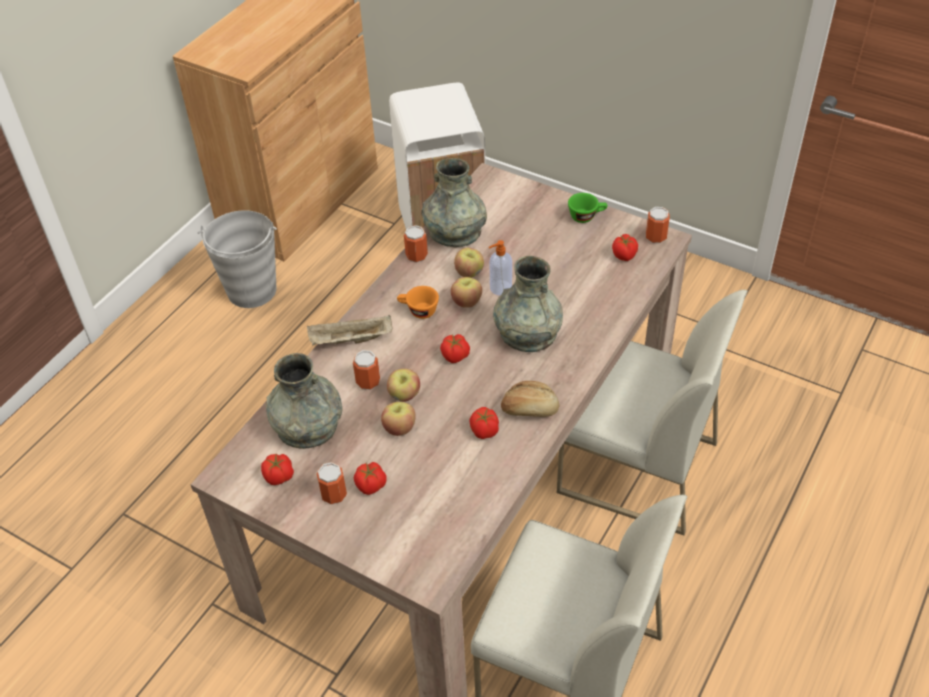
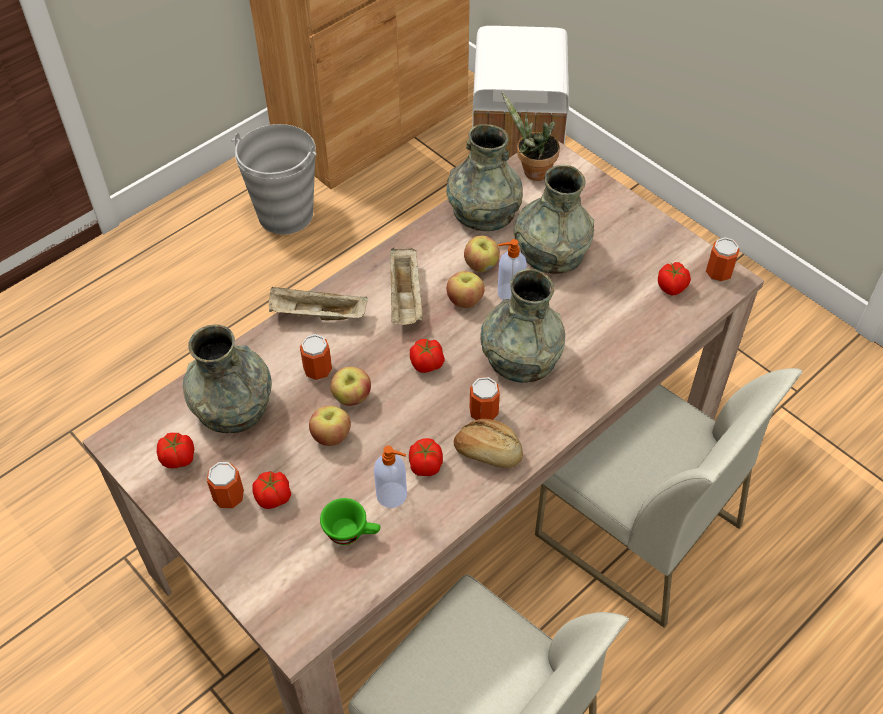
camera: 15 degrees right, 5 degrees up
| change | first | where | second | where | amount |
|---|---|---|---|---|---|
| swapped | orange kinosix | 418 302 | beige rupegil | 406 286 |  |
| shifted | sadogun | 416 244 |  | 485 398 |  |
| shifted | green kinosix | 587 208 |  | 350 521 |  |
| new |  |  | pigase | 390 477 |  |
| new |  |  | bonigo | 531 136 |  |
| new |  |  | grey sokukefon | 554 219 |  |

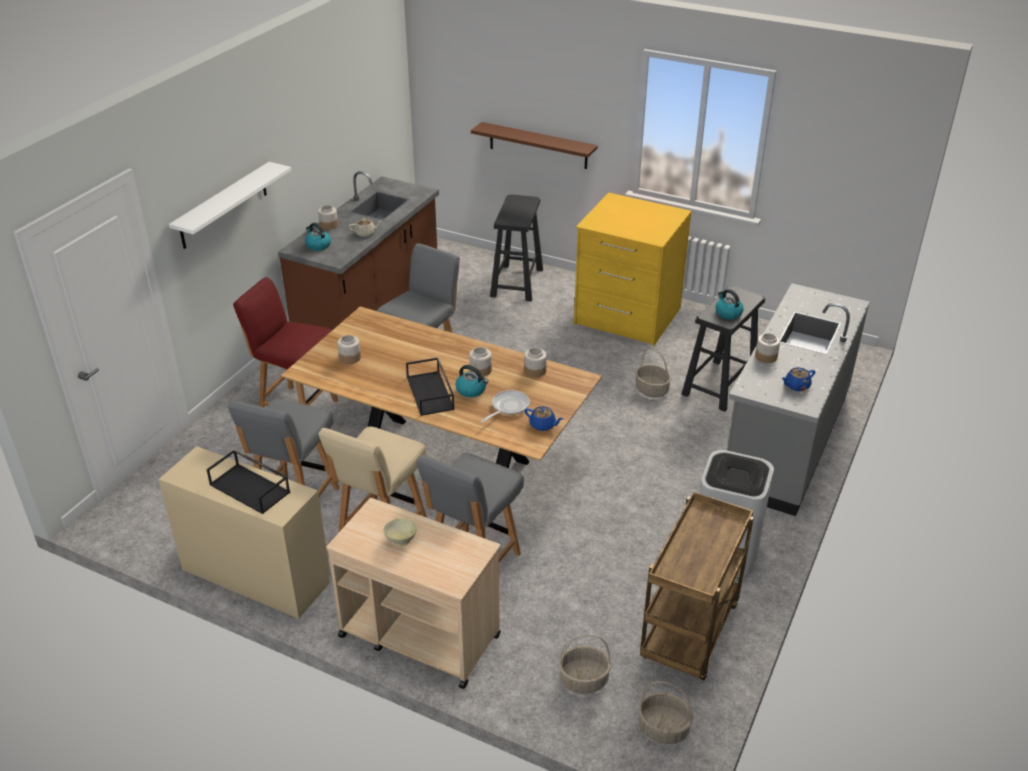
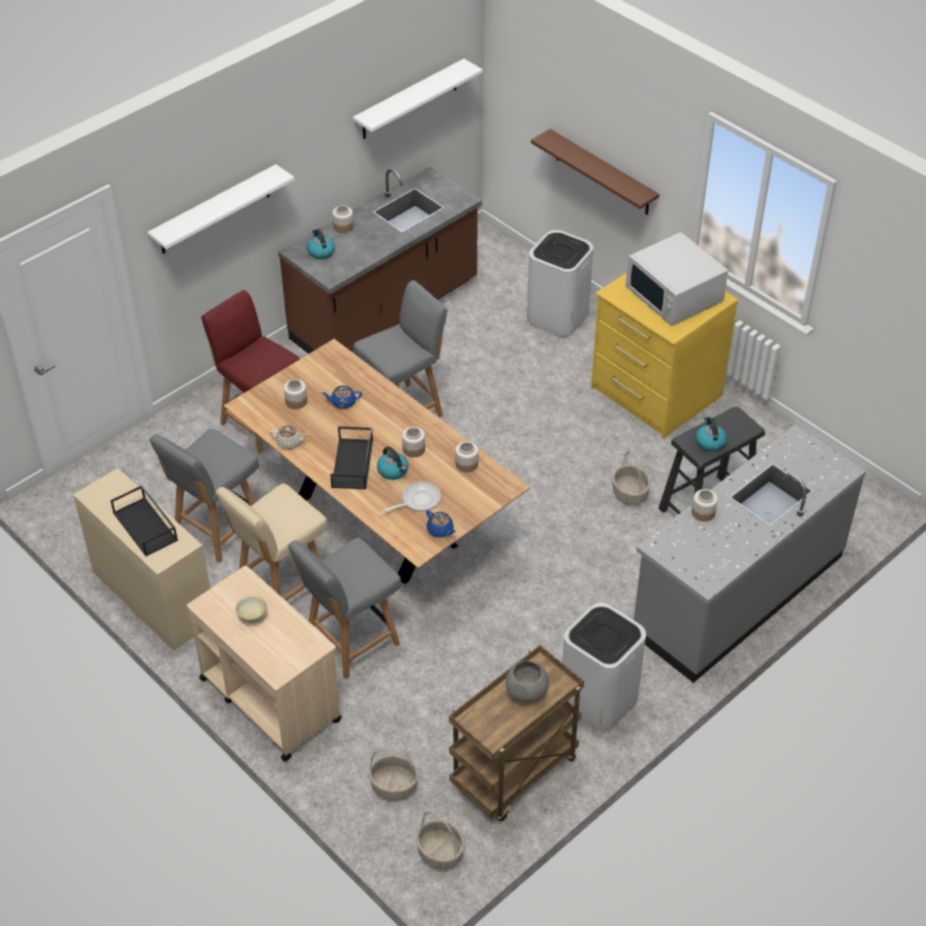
camera: 20 degrees right, 10 degrees up
| change | first | where | second | where | amount |
|---|---|---|---|---|---|
| shifted | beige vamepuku | 365 227 |  | 289 437 |  |
| swapped | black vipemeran | 516 247 | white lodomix | 560 283 |  |
| shifted | blue vamepuku | 798 379 |  | 342 397 |  |
| new |  |  | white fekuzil | 418 99 |  |
| new |  |  | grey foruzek | 527 682 |  |
| new |  |  | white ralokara | 677 279 |  |

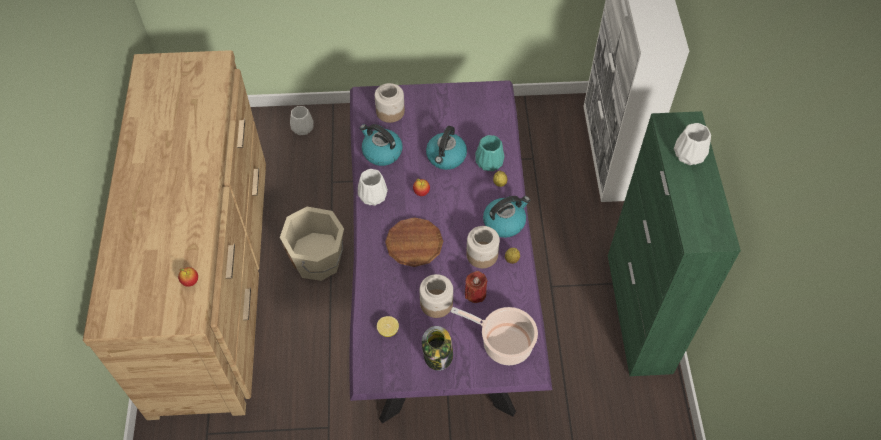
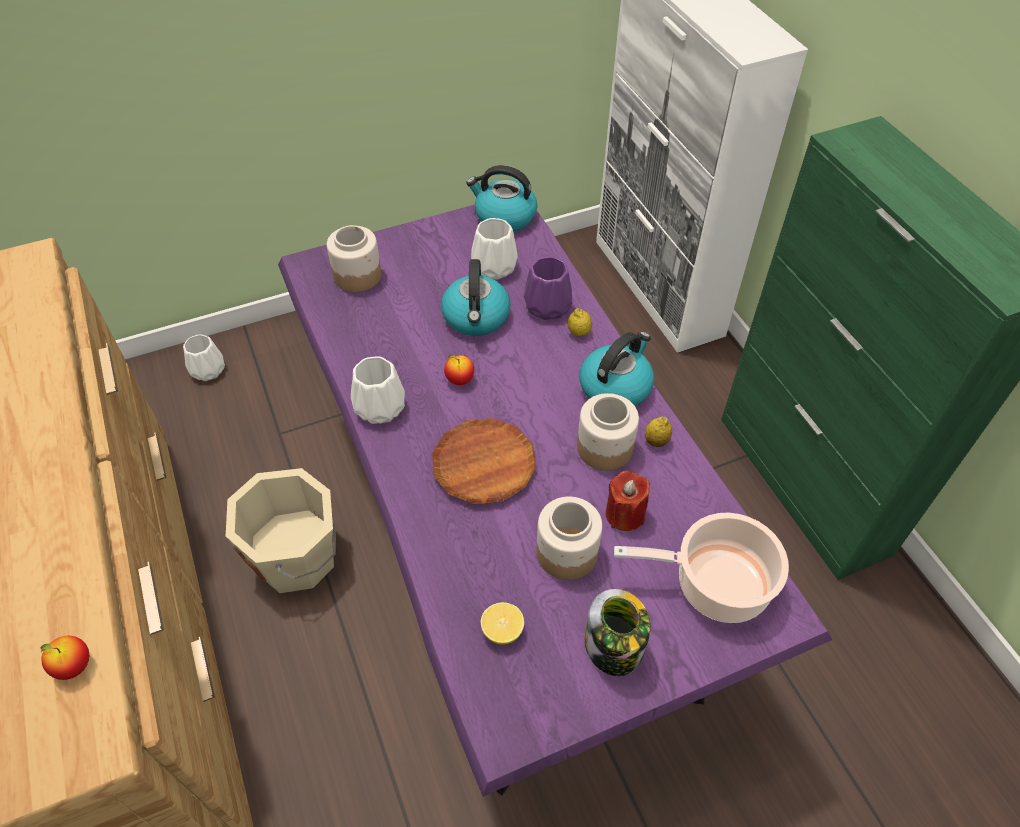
camera: 20 degrees left, 5 degrees down
| change | first | where | second | where | amount |
|---|---|---|---|---|---|
| shifted | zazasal | 381 145 |  | 501 198 |  |
| repainted | turquoise sokukefon | 490 153 | purple sokukefon | 548 288 |  |
| shifted | white sokukefon | 692 144 |  | 494 249 |  |

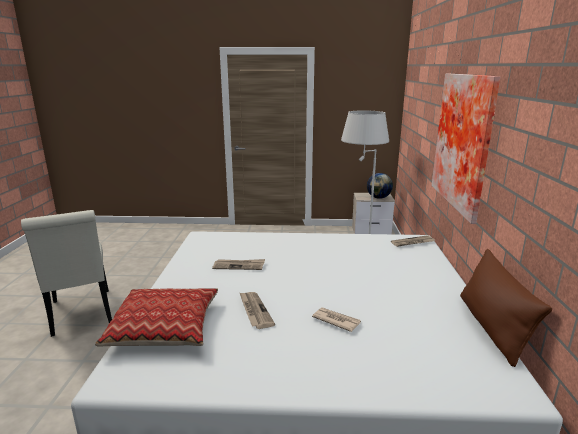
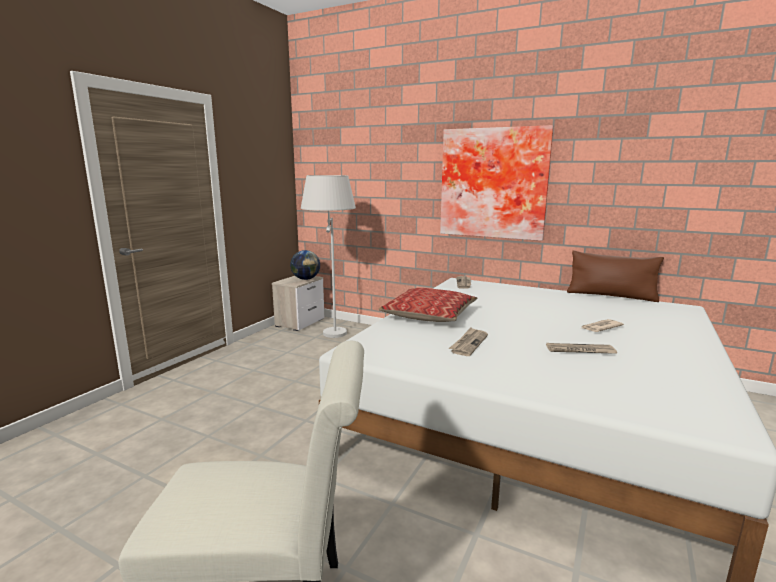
camera: 65 degrees left, 5 degrees down
| change | first | where | second | where | amount |
|---|---|---|---|---|---|
| shifted | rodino | 156 317 |  | 428 305 |  |

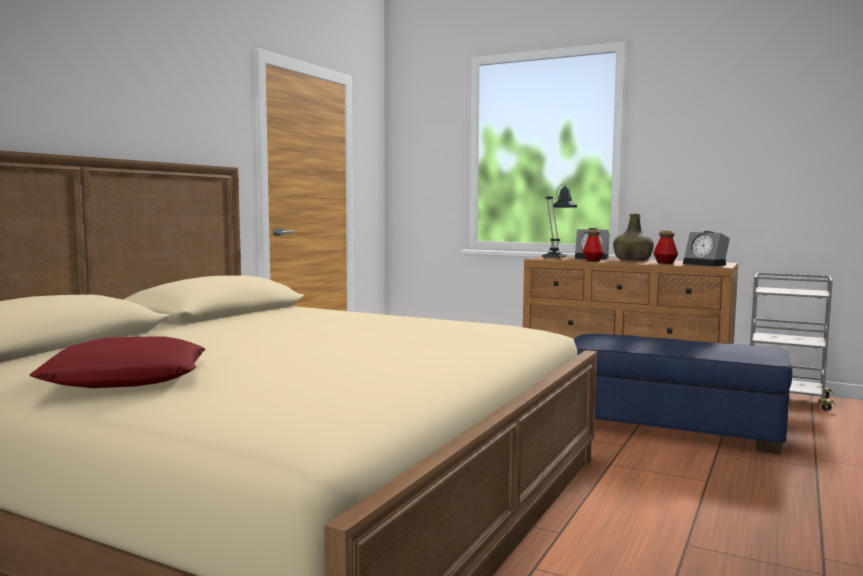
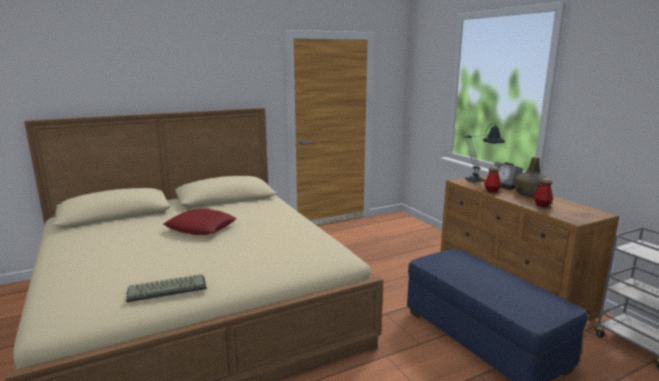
camera: 35 degrees right, 10 degrees up
| change | first | where | second | where | amount |
|---|---|---|---|---|---|
| shifted | red rodino | 117 362 |  | 200 222 |  |
| gone | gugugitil | 706 248 |  |  |  |
| new |  |  | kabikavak | 166 288 |  |

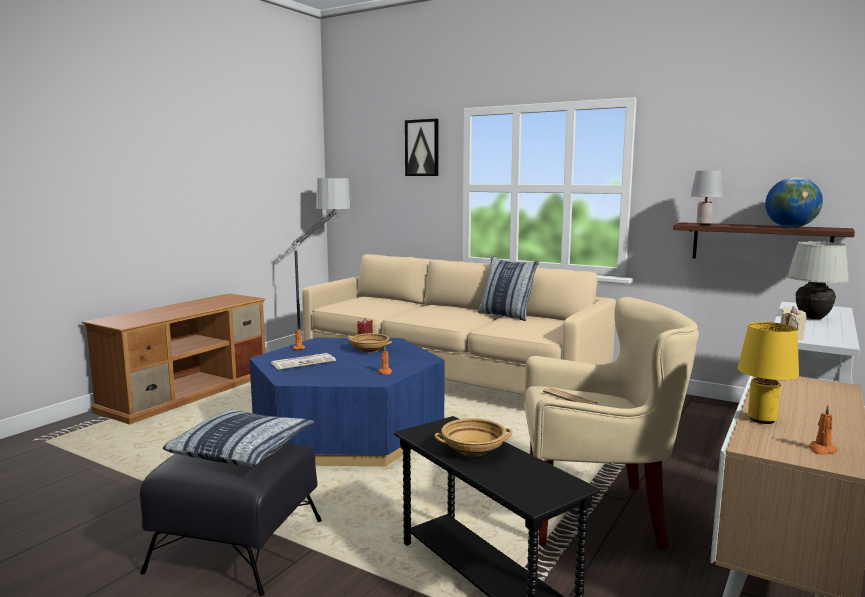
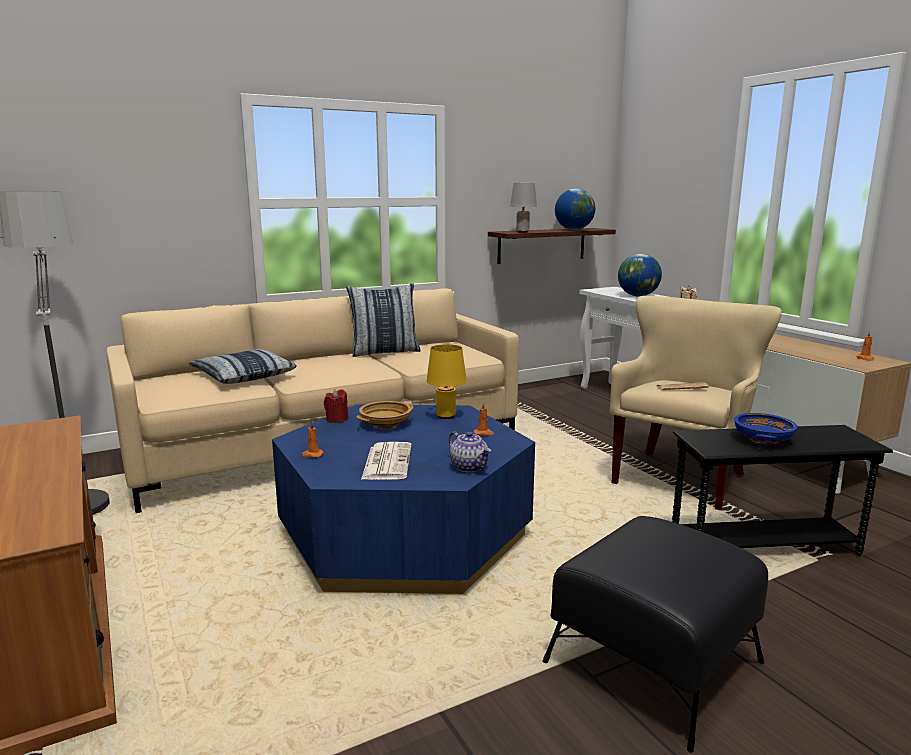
camera: 60 degrees left, 5 degrees up
| change | first | where | second | where | amount |
|---|---|---|---|---|---|
| shifted | rodino | 238 438 |  | 243 366 |  |
| gone | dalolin | 422 147 |  |  |  |
| repainted | beige foruzek | 473 437 | blue foruzek | 766 429 |  |
| shifted | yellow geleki | 768 373 |  | 447 381 |  |
| swapped | white geleki | 818 280 | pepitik | 640 275 |  |
| new |  |  | vamepuku | 470 451 |  |

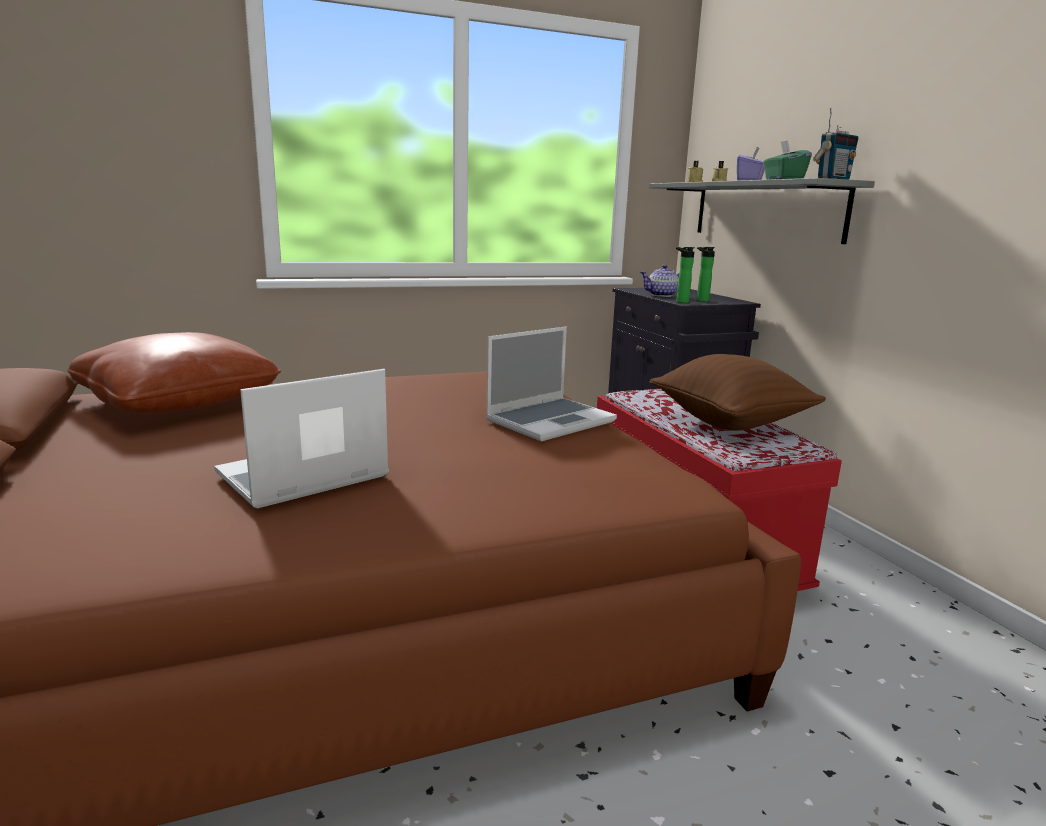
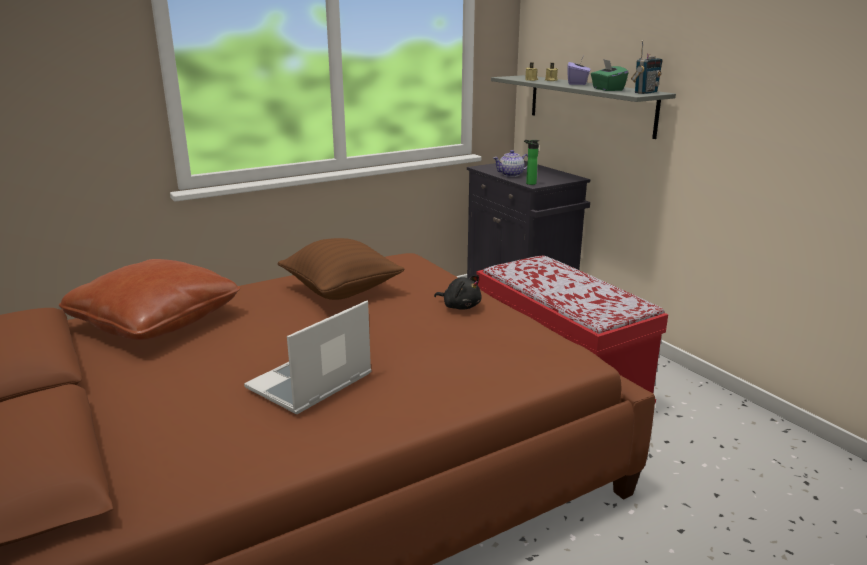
camera: 10 degrees left, 5 degrees up
| change | first | where | second | where | amount |
|---|---|---|---|---|---|
| swapped | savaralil | 551 384 | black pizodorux | 457 292 |  |
| shifted | brown rodino | 738 392 |  | 341 269 |  |
| gone | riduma | 706 274 |  |  |  |

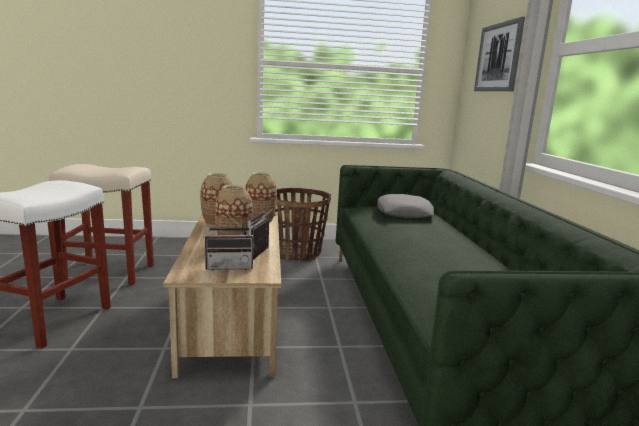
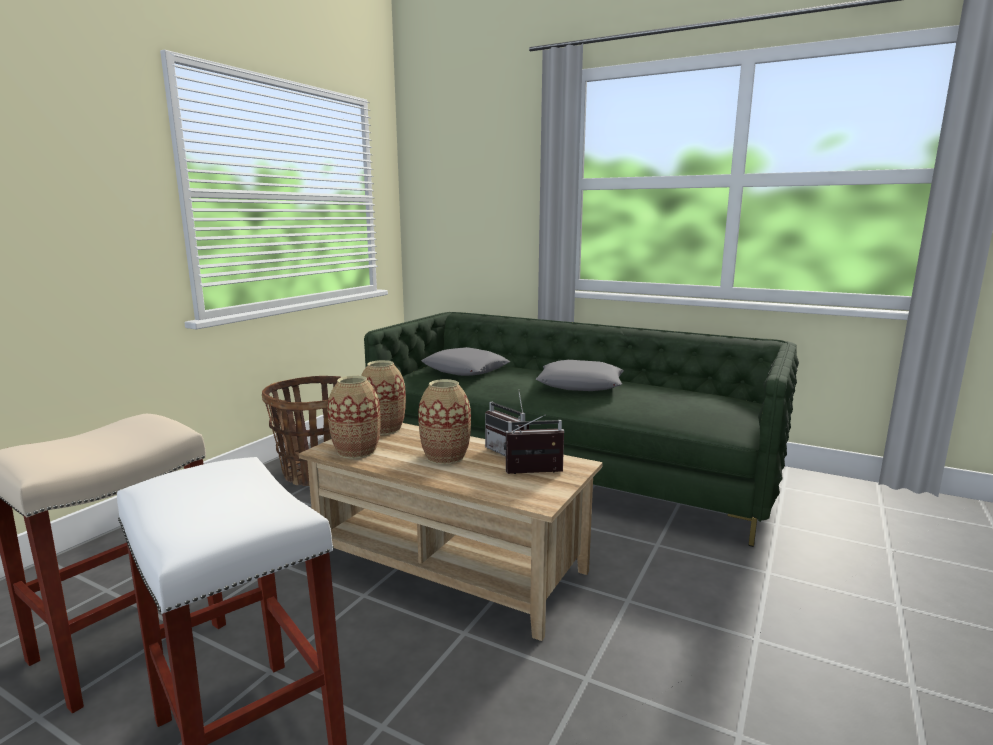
camera: 55 degrees left, 0 degrees up
| change | first | where | second | where | amount |
|---|---|---|---|---|---|
| rotated | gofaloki | 230 241 |  | 534 444 | 120 degrees counterclockwise |
| gone | dalolin | 499 54 |  |  |  |
| new |  |  | grey rodino | 580 375 |  |

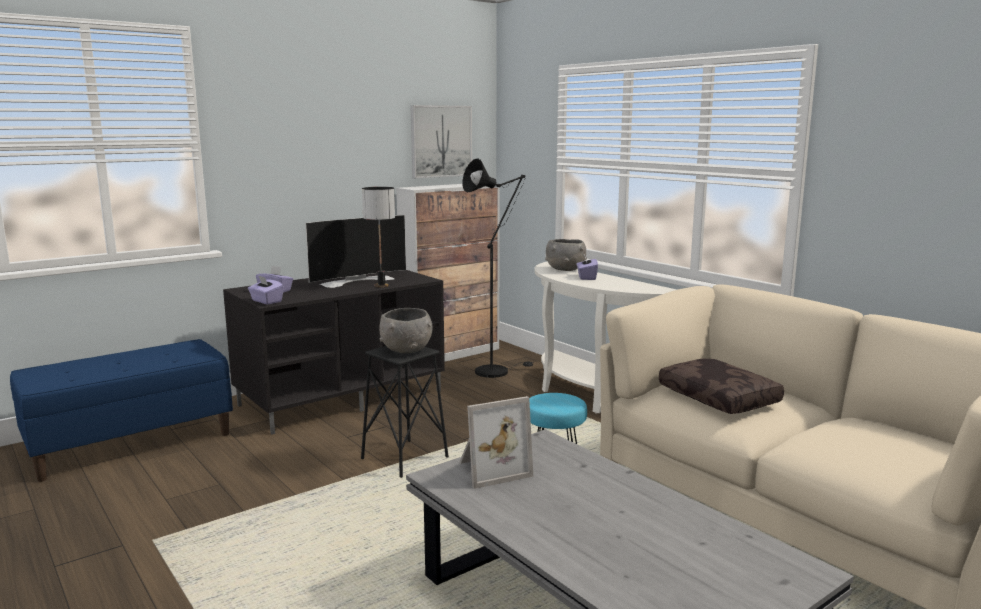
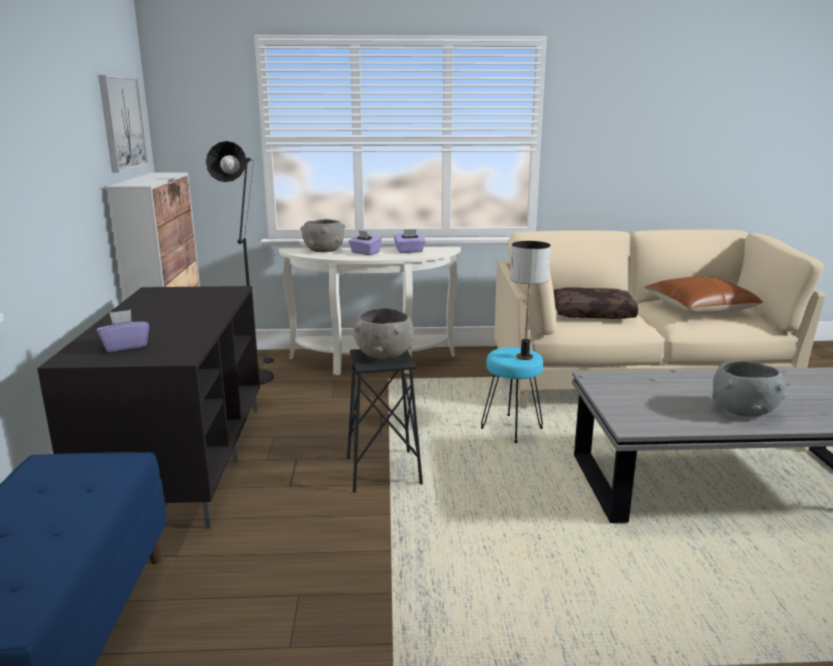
camera: 55 degrees left, 5 degrees up
| change | first | where | second | where | amount |
|---|---|---|---|---|---|
| shifted | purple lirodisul | 266 290 |  | 410 241 |  |
| gone | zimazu | 355 251 |  |  |  |
| shifted | geleki | 378 237 |  | 530 300 |  |
| gone | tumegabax | 496 442 |  |  |  |
| new |  |  | brown rodino | 703 295 |  |
| new |  |  | grey foruzek | 748 388 |  |

